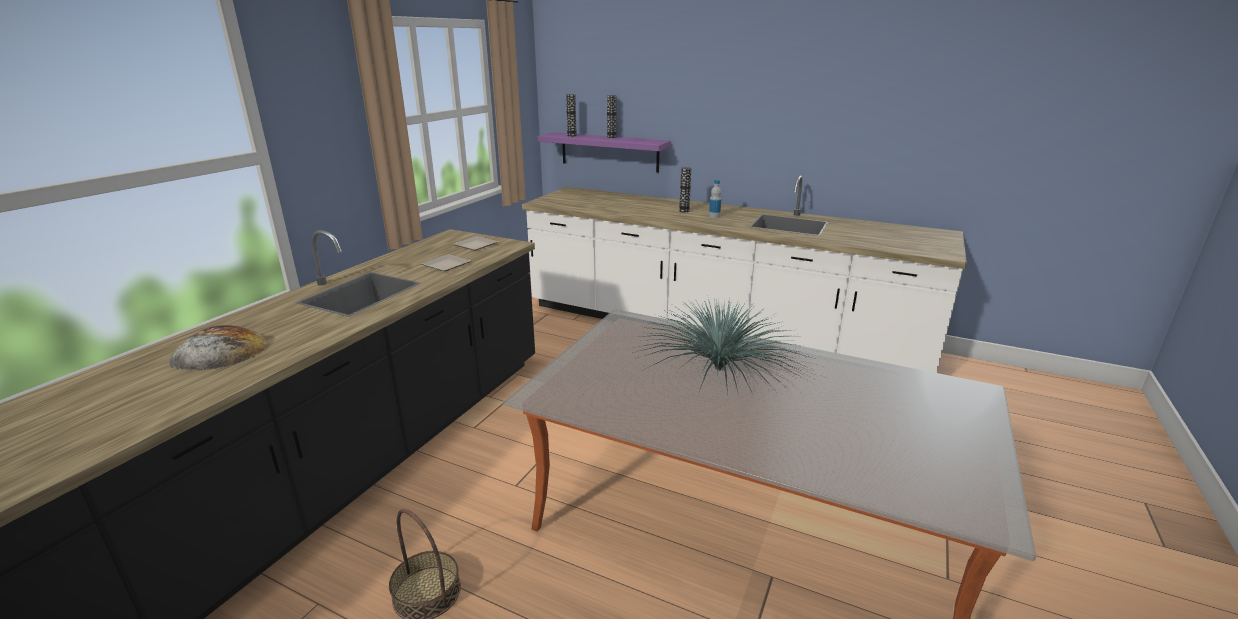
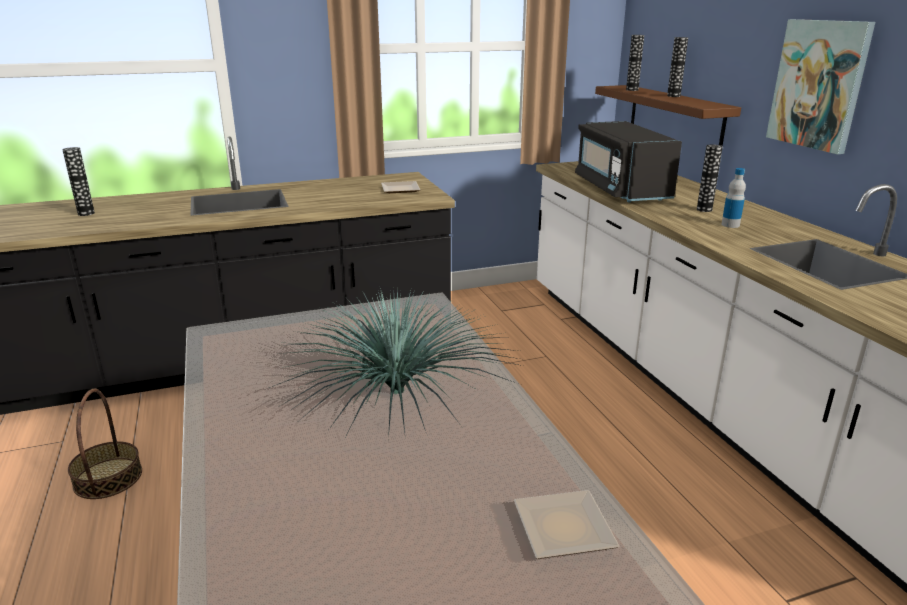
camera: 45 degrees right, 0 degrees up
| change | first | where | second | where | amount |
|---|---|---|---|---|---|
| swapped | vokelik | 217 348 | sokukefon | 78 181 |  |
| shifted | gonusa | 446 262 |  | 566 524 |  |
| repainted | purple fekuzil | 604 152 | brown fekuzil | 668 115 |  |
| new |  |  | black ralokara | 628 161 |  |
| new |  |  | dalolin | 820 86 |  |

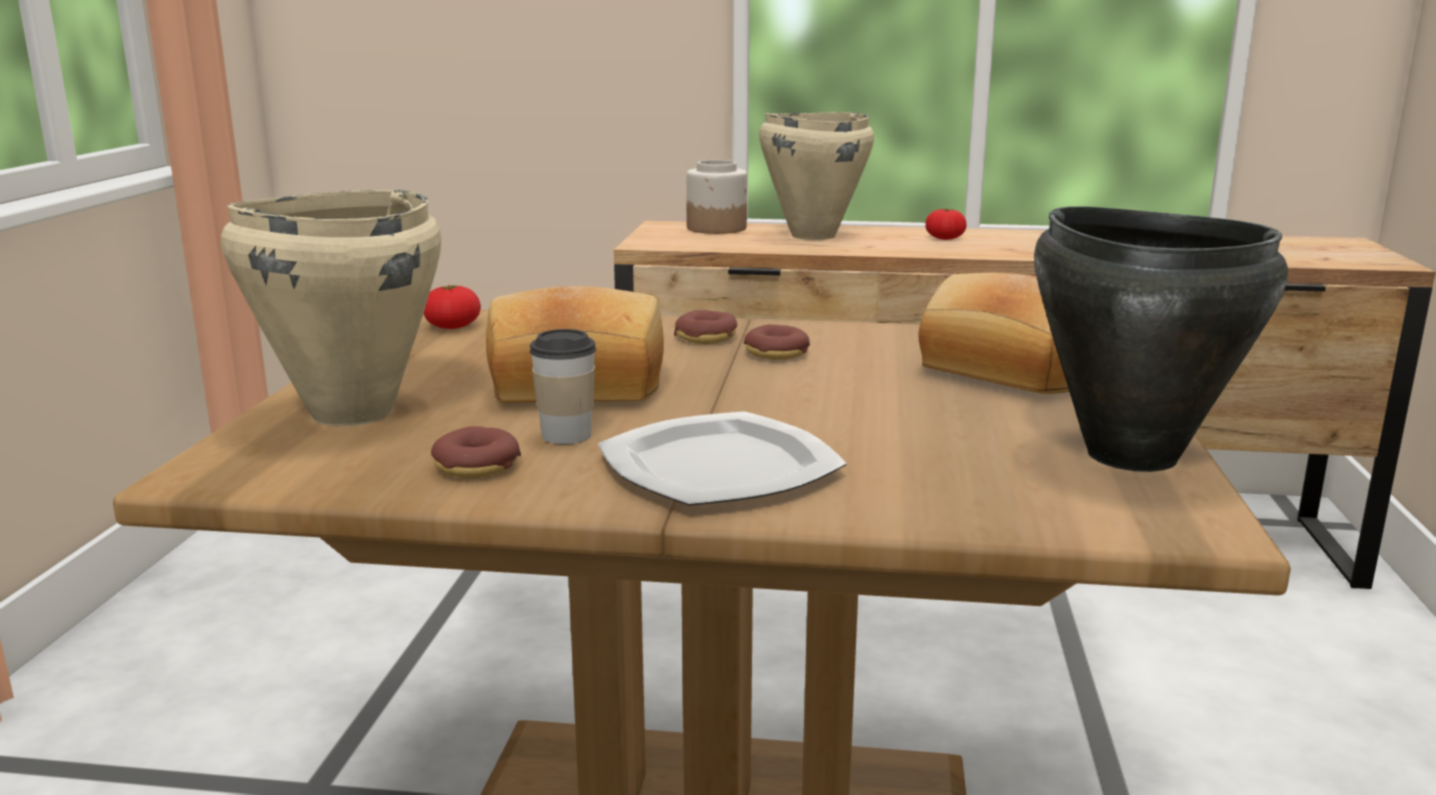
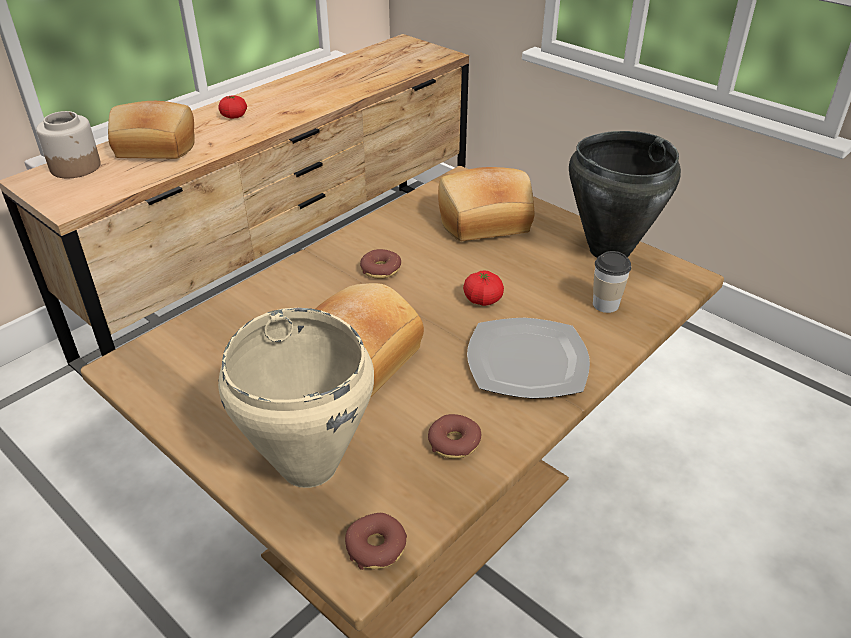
camera: 55 degrees left, 20 degrees up
| change | first | where | second | where | amount |
|---|---|---|---|---|---|
| shifted | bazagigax | 452 307 |  | 483 288 |  |
| shifted | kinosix | 563 386 |  | 612 282 |  |
| shifted | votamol | 705 327 |  | 376 541 |  |
| swapped | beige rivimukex | 816 176 | vokelik | 151 130 |  |

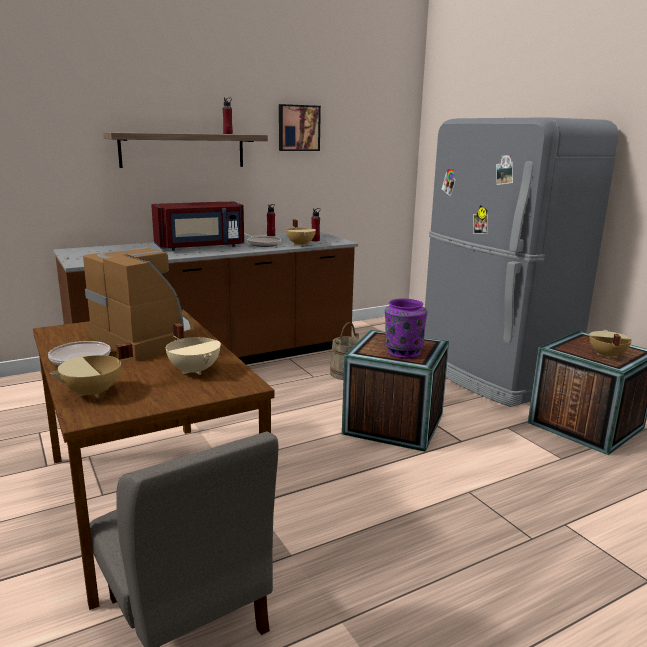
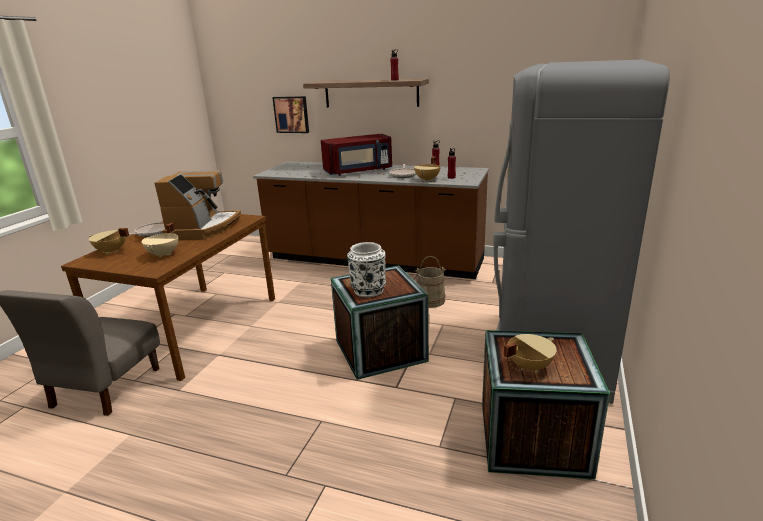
camera: 50 degrees right, 5 degrees up
| change | first | where | second | where | amount |
|---|---|---|---|---|---|
| rotated | red ralokara | 197 226 |  | 356 154 | 45 degrees counterclockwise |
| shifted | dalolin | 300 127 |  | 290 114 |  |
| repainted | purple sokukefon | 406 328 | white sokukefon | 366 269 |  |

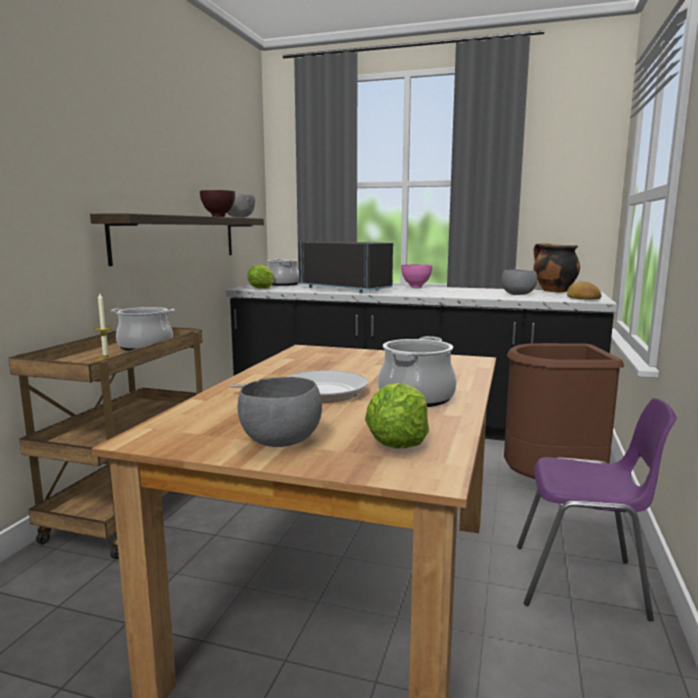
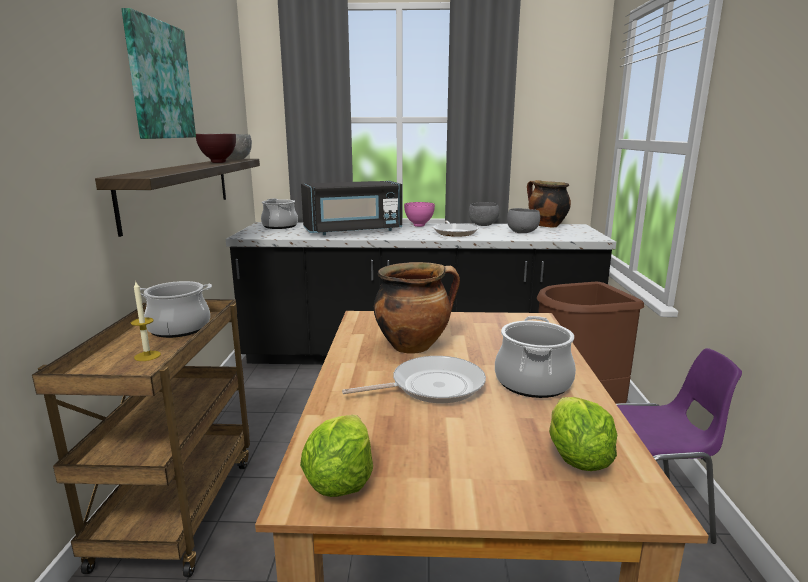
camera: 15 degrees left, 5 degrees up
| change | first | where | second | where | amount |
|---|---|---|---|---|---|
| shifted | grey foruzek | 279 412 |  | 484 214 |  |
| shifted | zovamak | 260 277 |  | 336 456 |  |
| rotated | black ralokara | 346 267 |  | 351 208 | 135 degrees clockwise |
| gone | vokelik | 584 290 |  |  |  |
| new |  |  | dalolin | 158 73 |  |
| new |  |  | rivimukex | 417 308 |  |
| new |  |  | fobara | 455 228 |  |

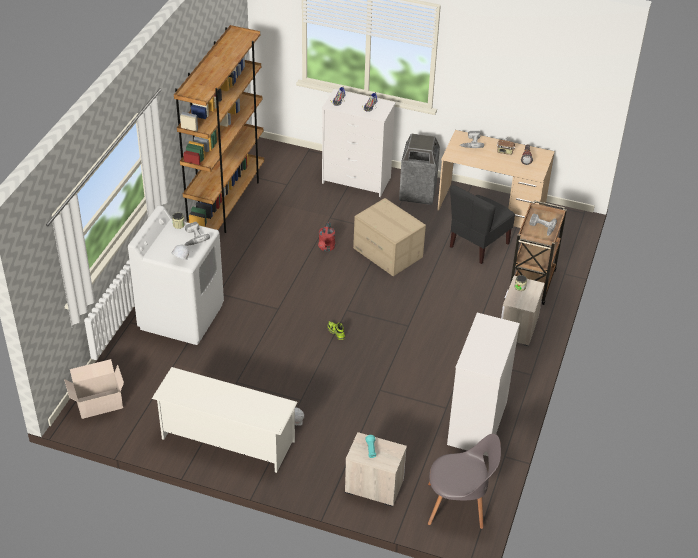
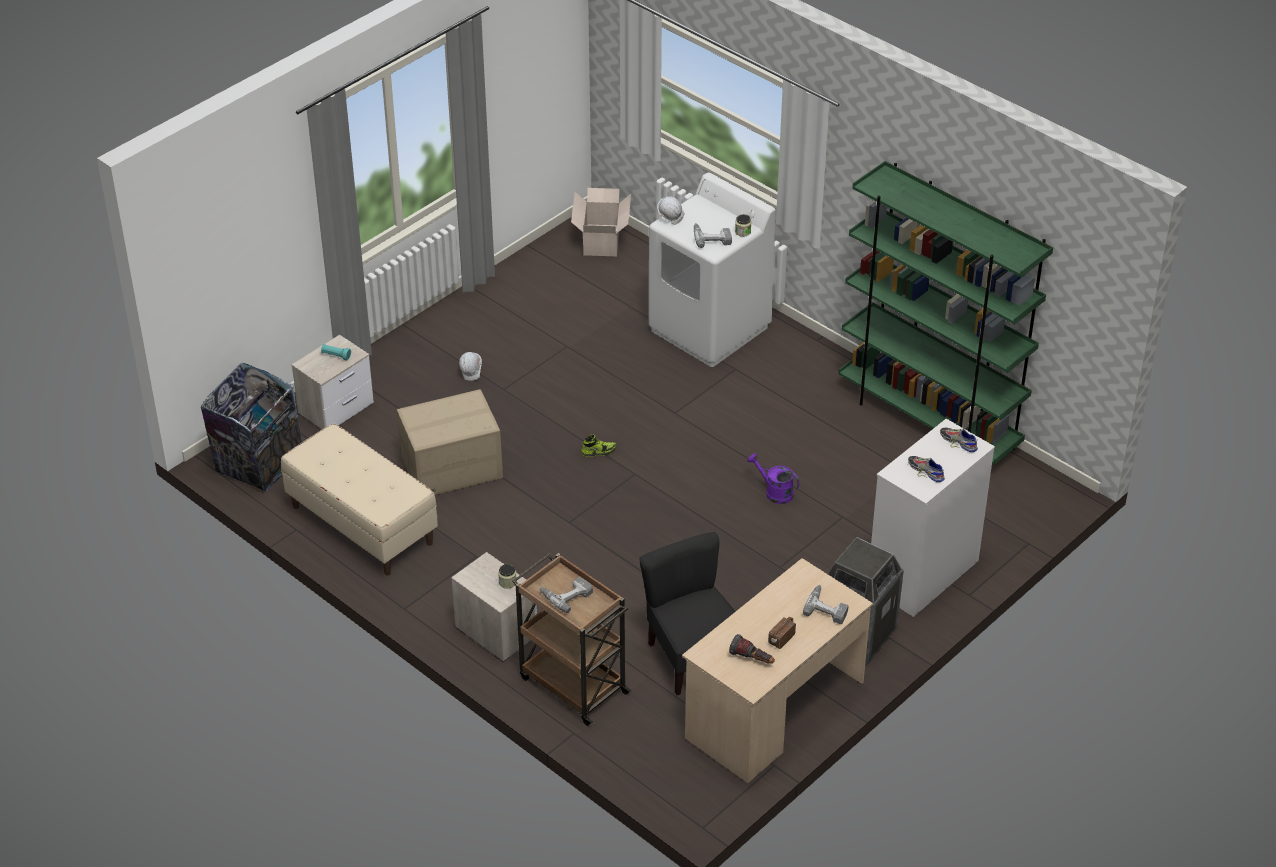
camera: 115 degrees right, 0 degrees up
| change | first | where | second | where | amount |
|---|---|---|---|---|---|
| gone | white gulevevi | 224 420 |  |  |  |
| repainted | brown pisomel | 219 129 | green pisomel | 945 313 |  |
| repainted | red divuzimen | 326 236 | purple divuzimen | 773 478 |  |
| shifted | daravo | 389 237 |  | 450 442 |  |
| swapped | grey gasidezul | 464 481 | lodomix | 252 427 |  |
| swapped | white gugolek | 483 384 | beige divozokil | 359 499 |  |

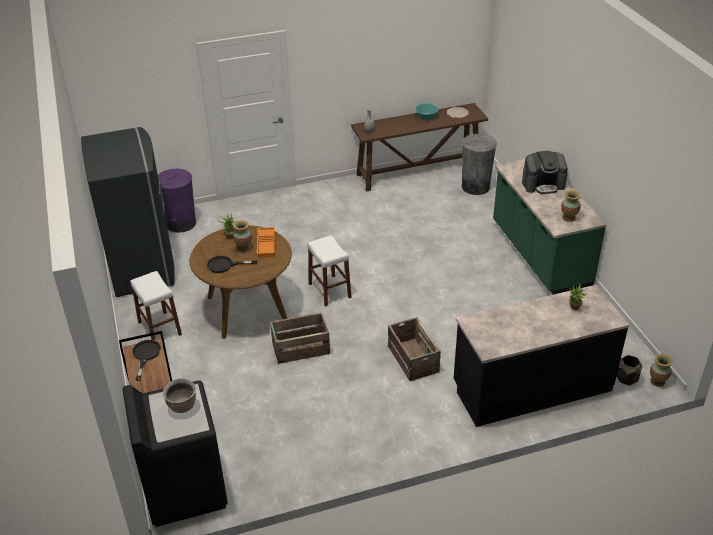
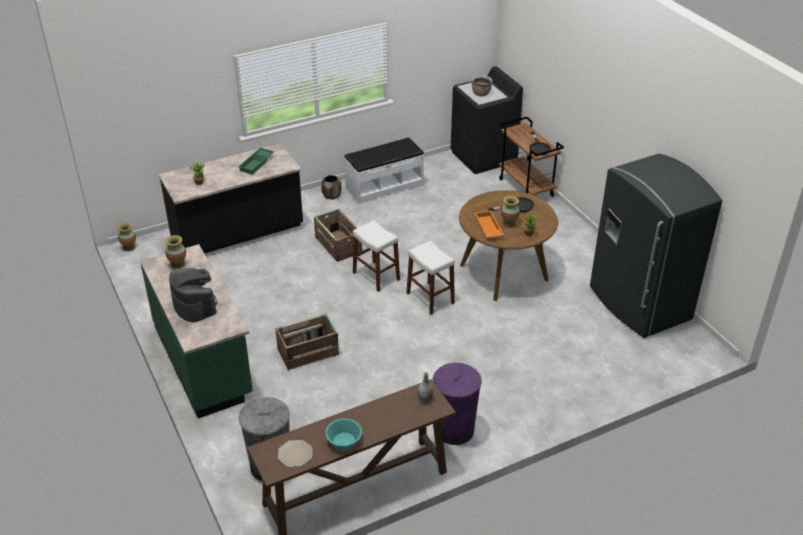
camera: 170 degrees right, 0 degrees up
| change | first | where | second | where | amount |
|---|---|---|---|---|---|
| shifted | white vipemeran | 156 305 |  | 376 256 |  |
| shifted | purple lodomix | 177 201 |  | 457 404 |  |
| shifted | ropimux | 300 338 |  | 307 341 |  |
| rotated | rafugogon | 545 172 |  | 193 295 | 75 degrees clockwise |
| shifted | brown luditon | 629 370 |  | 331 187 |  |
| new |  |  | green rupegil | 256 161 |  |
| new |  |  | white divozokil | 384 170 |  |

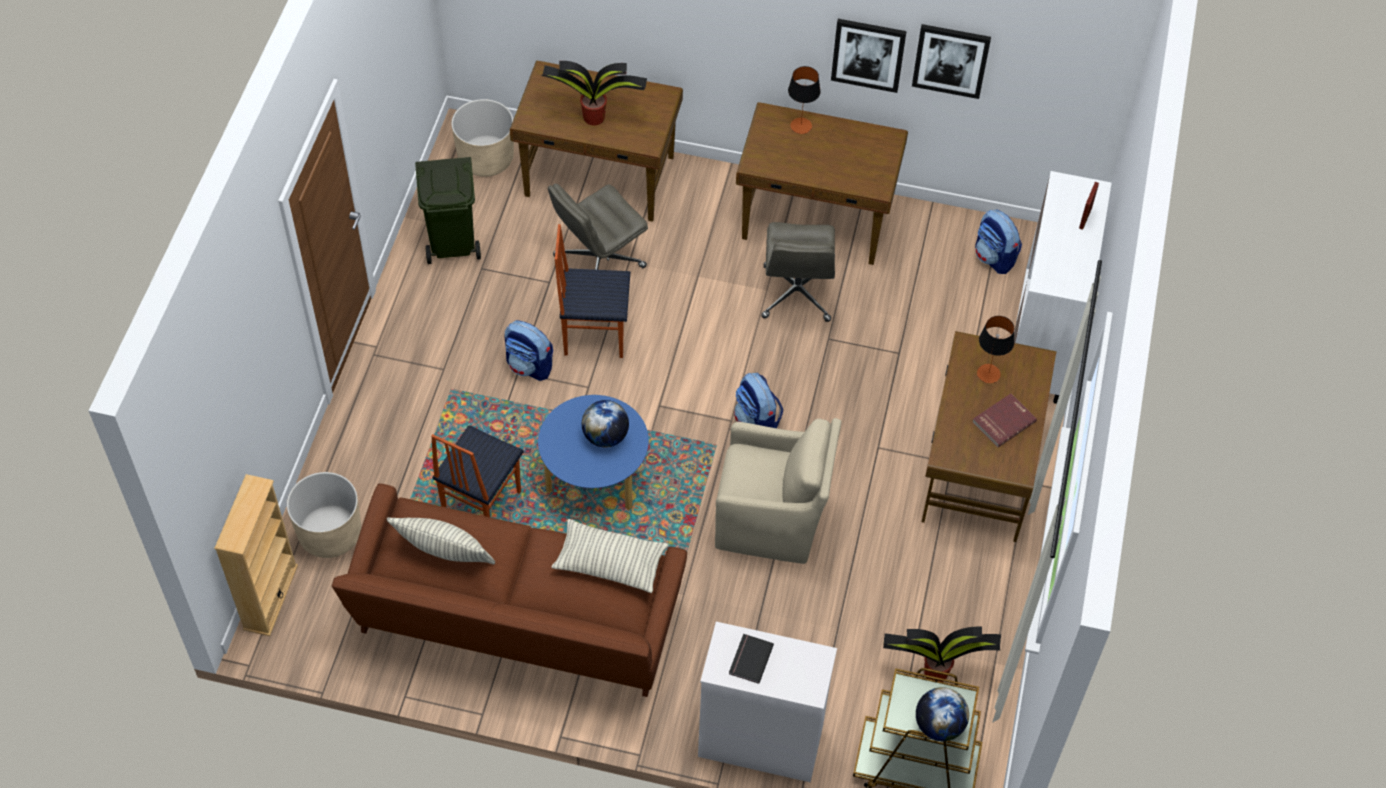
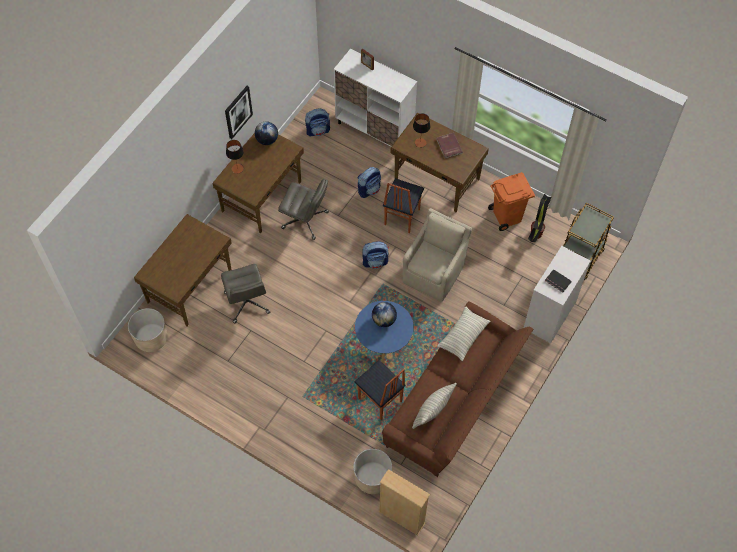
camera: 70 degrees left, 5 degrees up
| change | first | where | second | where | amount |
|---|---|---|---|---|---|
| gone | green lodomix | 448 210 |  |  |  |
| shifted | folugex | 529 350 |  | 369 182 |  |
| gone | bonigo | 594 93 |  |  |  |
| shifted | gasidezul | 592 291 |  | 403 205 |  |
| gone | dalolin | 951 61 |  |  |  |
| shifted | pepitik | 942 714 |  | 266 133 |  |
| new |  |  | orange lodomix | 511 201 |  |

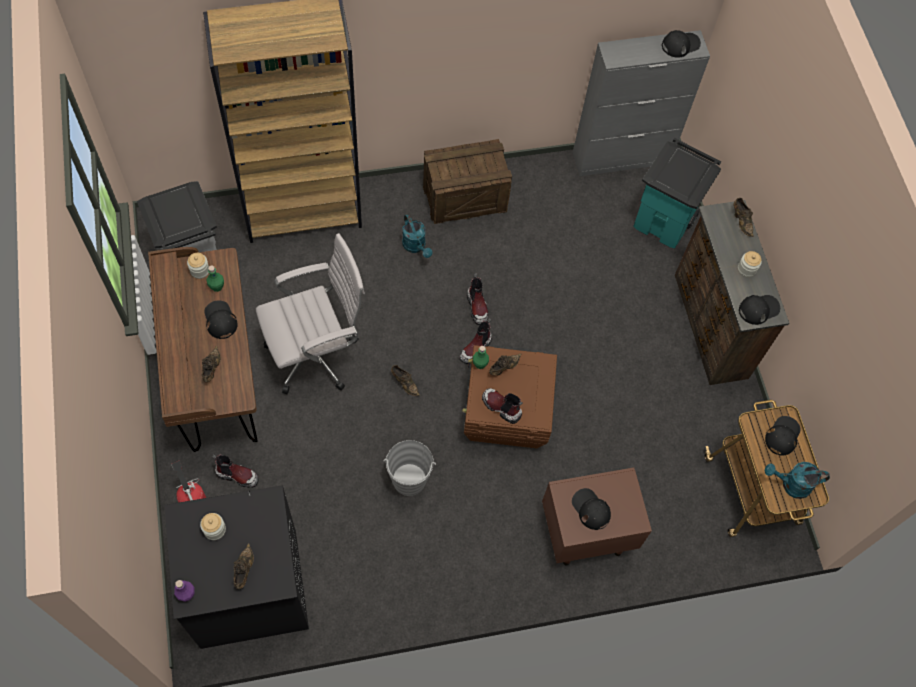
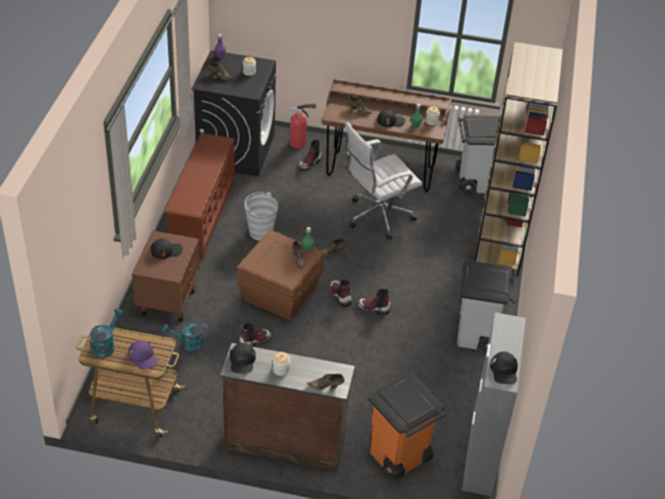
camera: 115 degrees right, 20 degrees down
| change | first | where | second | where | amount |
|---|---|---|---|---|---|
| rotated | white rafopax | 310 313 |  | 384 180 | 60 degrees clockwise |
| shifted | turquoise divuzimen | 417 236 |  | 185 337 |  |
| swapped | ropimux | 467 181 | grey lodomix | 487 306 |  |
| shifted | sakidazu | 502 406 |  | 255 335 |  |
| repainted | turquoise lodomix | 677 193 | orange lodomix | 407 426 |  |
| repainted | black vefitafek | 782 435 | purple vefitafek | 143 355 |  |
| new |  |  | brown gulevevi | 199 197 |  |

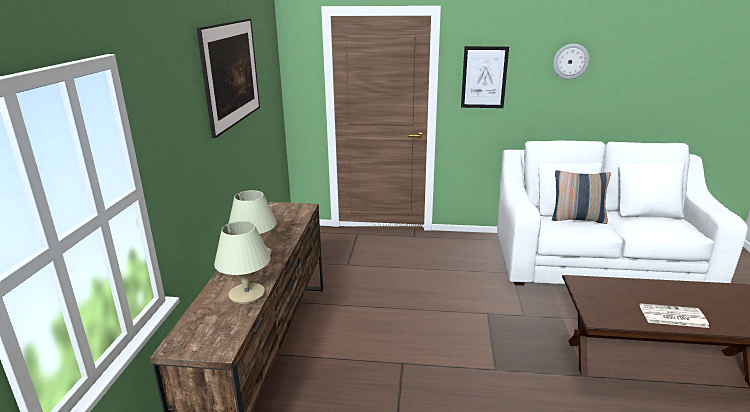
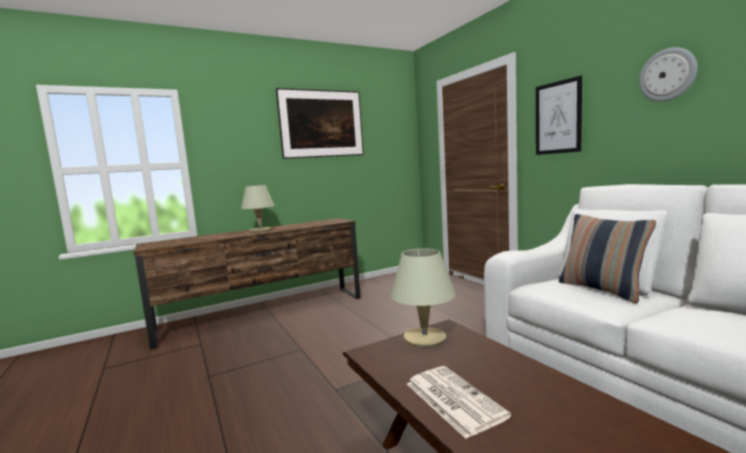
camera: 55 degrees right, 15 degrees down
| change | first | where | second | where | amount |
|---|---|---|---|---|---|
| shifted | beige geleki | 242 262 |  | 423 298 |  |

